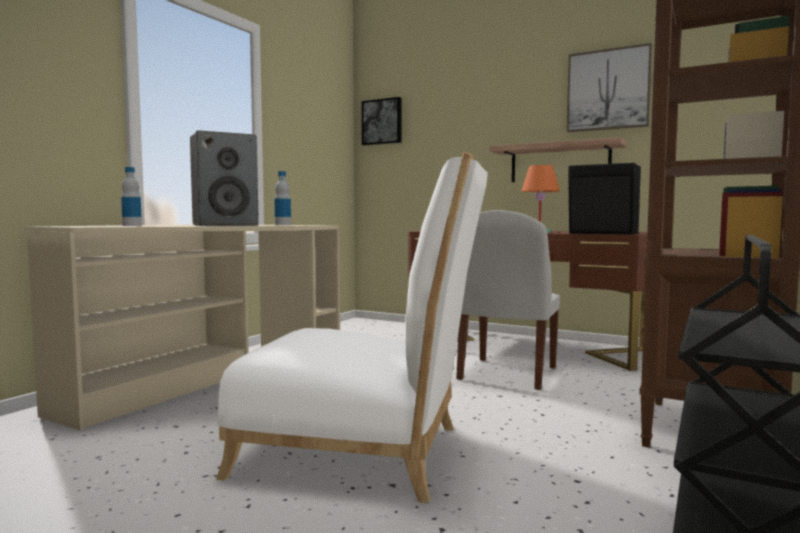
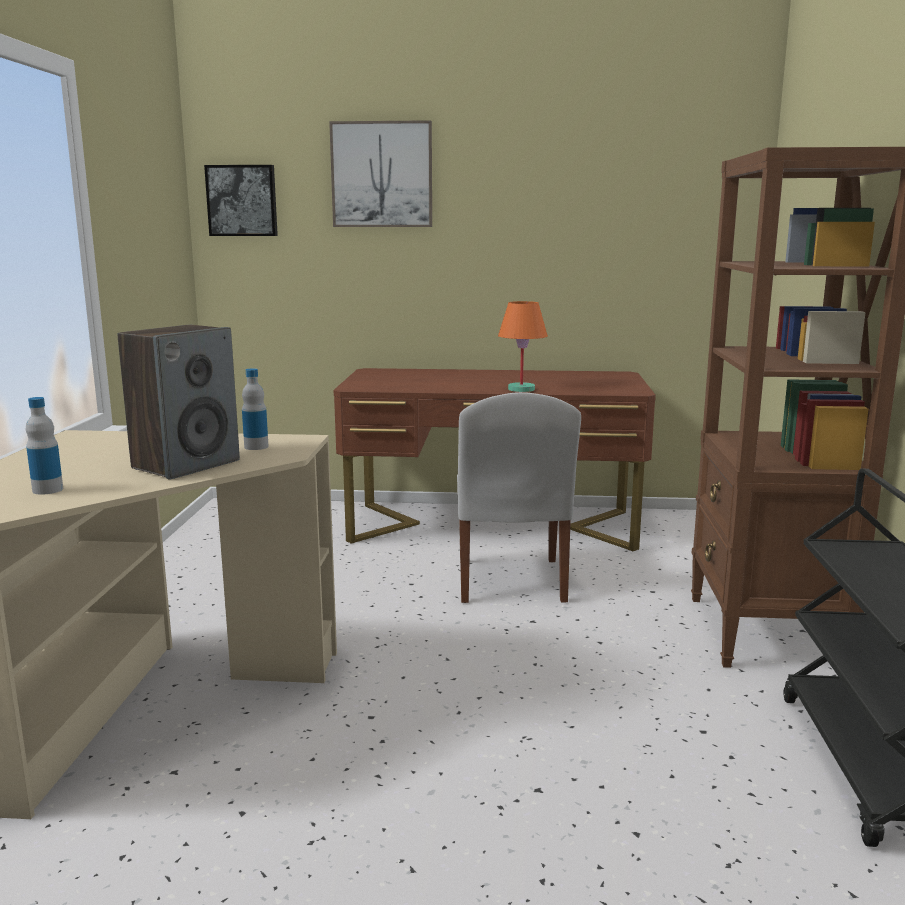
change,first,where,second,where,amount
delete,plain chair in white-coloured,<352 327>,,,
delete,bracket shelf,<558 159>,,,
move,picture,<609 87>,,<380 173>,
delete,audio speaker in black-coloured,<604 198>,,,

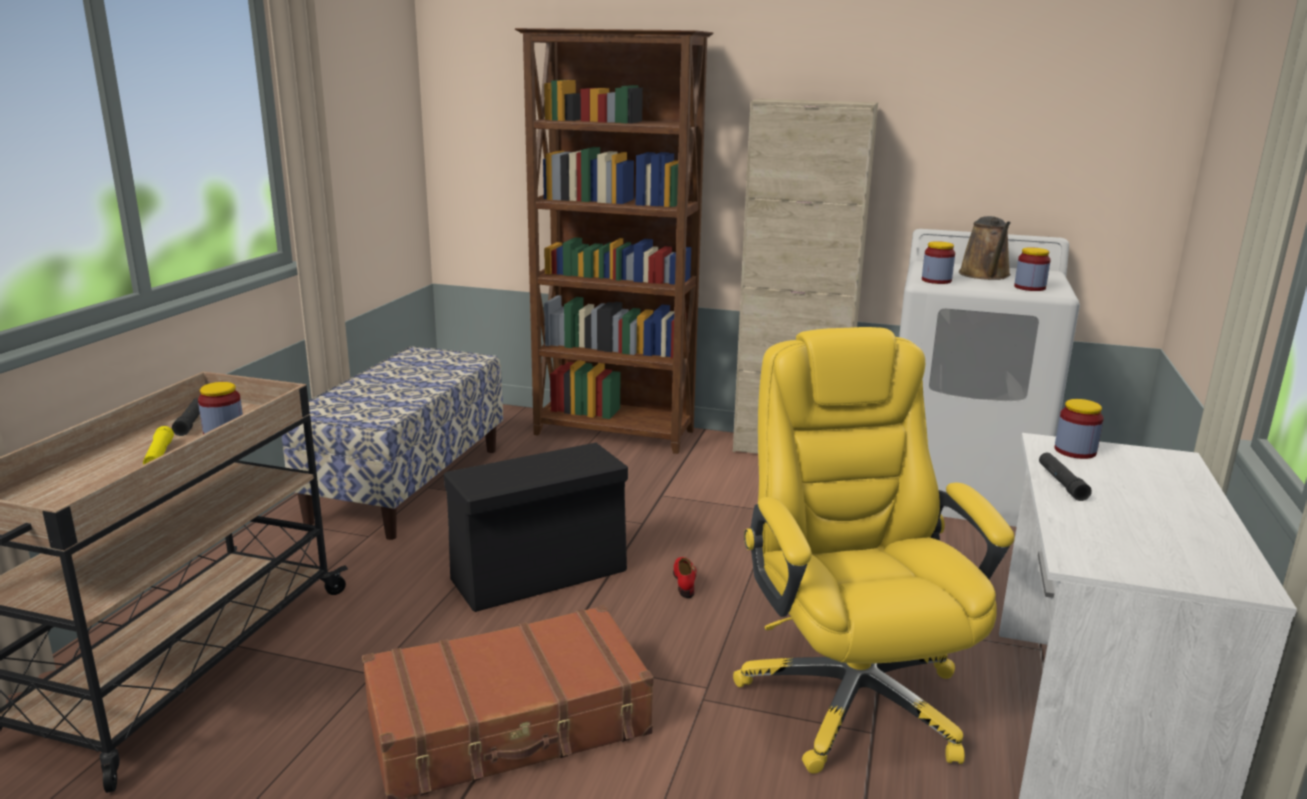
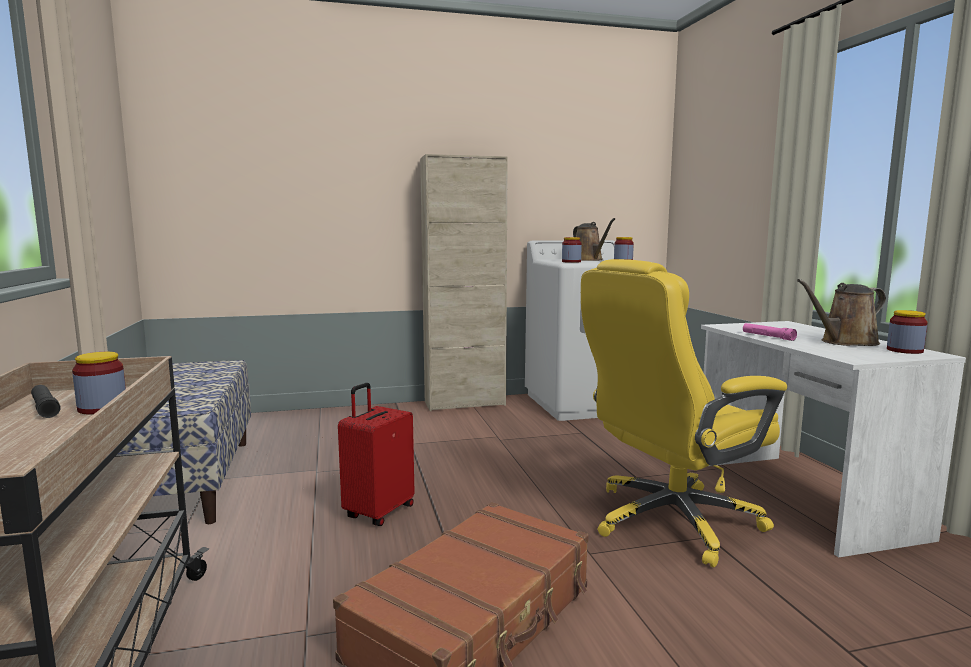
change,first,where,second,where,amount
delete,hand torch in yellow-coloured,<158 445>,,,
replace,storage container in black-coloured,<536 527>,travel case in red,<376 454>,
delete,bookshelf in brown,<614 241>,,,
delete,low shoe in red,<684 577>,,,
rotate,computer chair in yellow-coloured,<873 550>,,<684 413>,75 degrees counterclockwise
recolor,hand torch in black-coloured,<1065 477>,hand torch in pink-coloured,<770 332>,
move,jar,<1079 429>,,<907 332>,
insert,,,watering pot in brown,<841 312>,

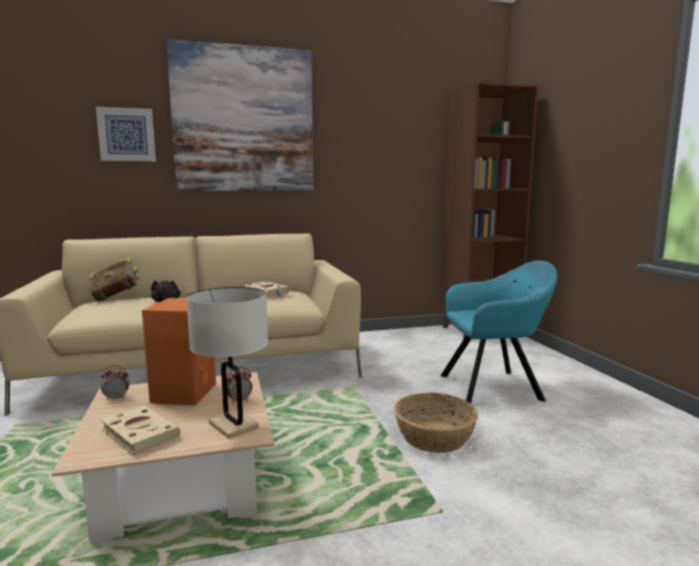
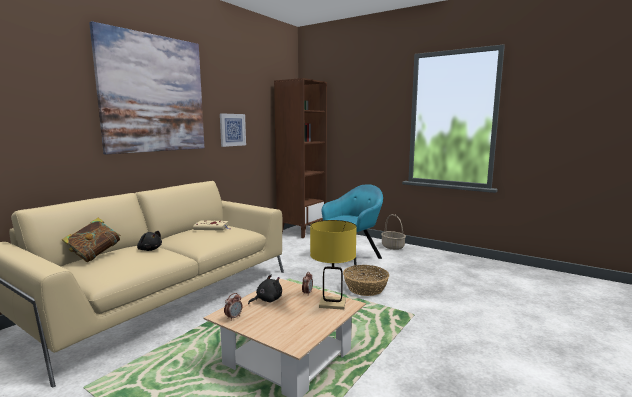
change,first,where,second,where,amount
move,picture,<126 134>,,<233 130>,
delete,volume in beige,<140 430>,,,
replace,audio speaker in orangey,<179 351>,plush toy in black-coloured,<265 289>,
recolor,lamp for a table in white-coloured,<227 363>,lamp for a table in yellow-coloured,<333 265>,
insert,,,basket,<393 232>,

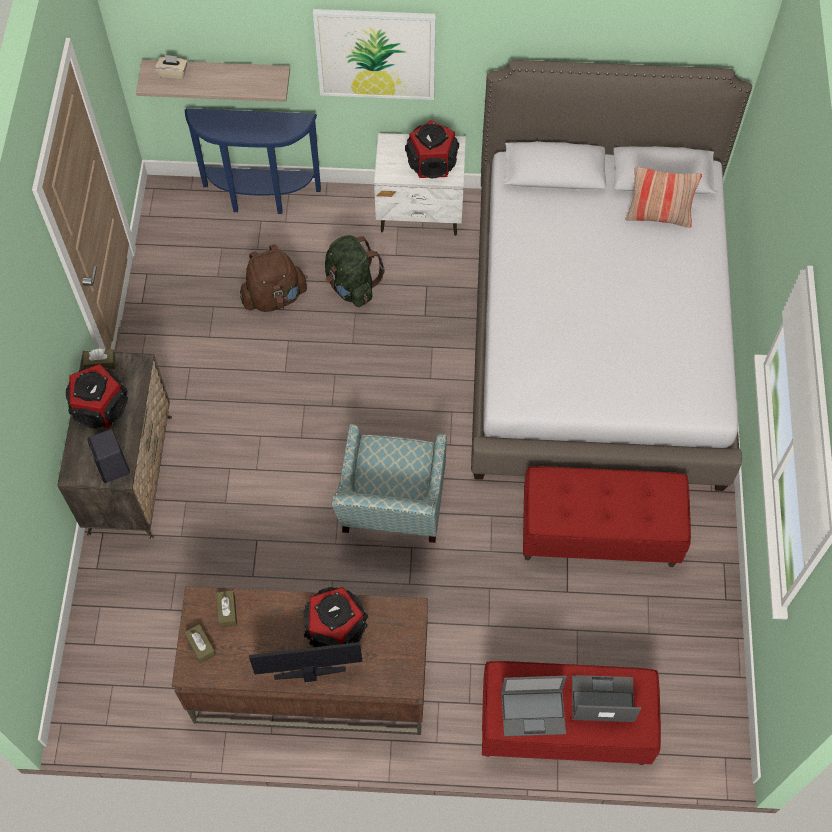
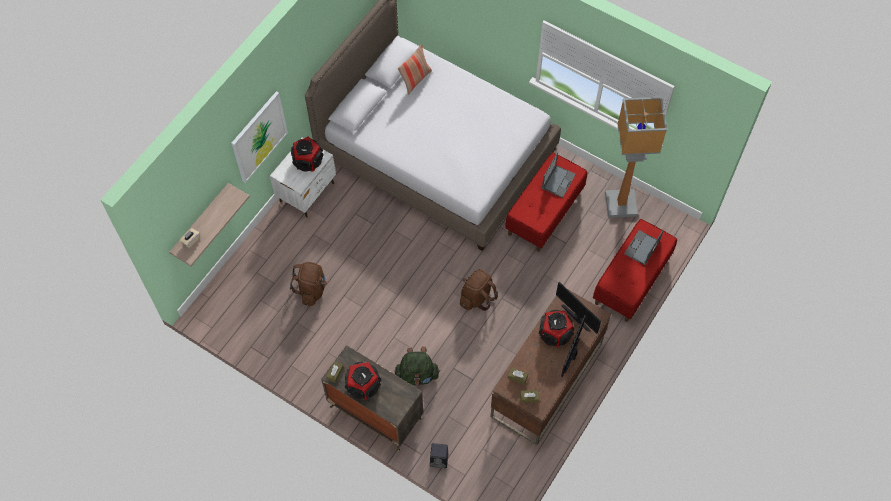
change,first,where,second,where,amount
move,audio speaker in black-coloured,<108 456>,,<439 455>,
delete,narrow table in bluish,<253 161>,,,
move,backpack in green-coloured,<355 271>,,<417 366>,
replace,lounge chair,<389 483>,backpack in brown,<479 290>,
move,laptop,<534 706>,,<559 175>,
insert,,,monitor,<578 308>,
insert,,,standard lamp,<636 157>,

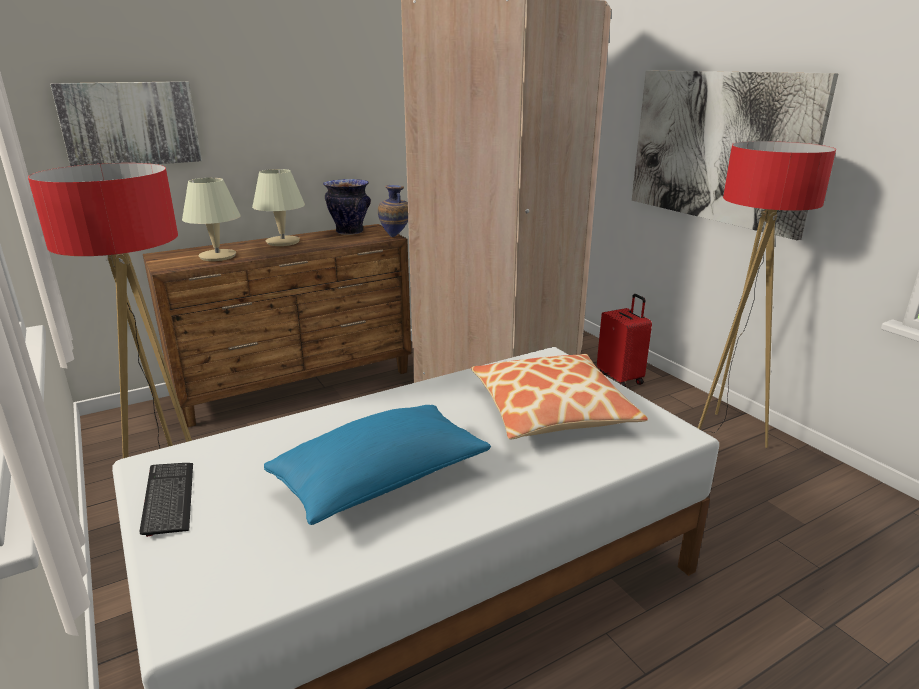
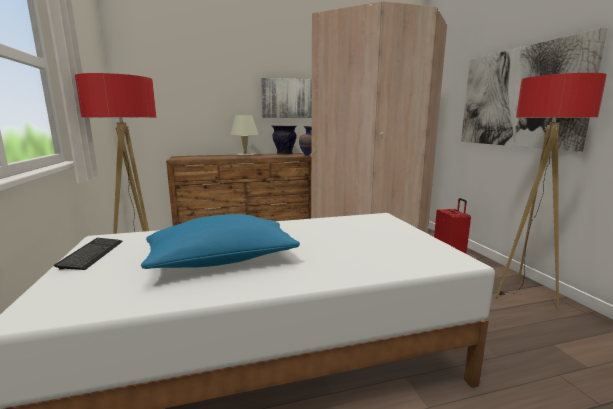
change,first,where,second,where,amount
move,picture,<126 123>,,<286 98>,
delete,lamp for a table in beige,<211 219>,,,
delete,pillow,<559 396>,,,

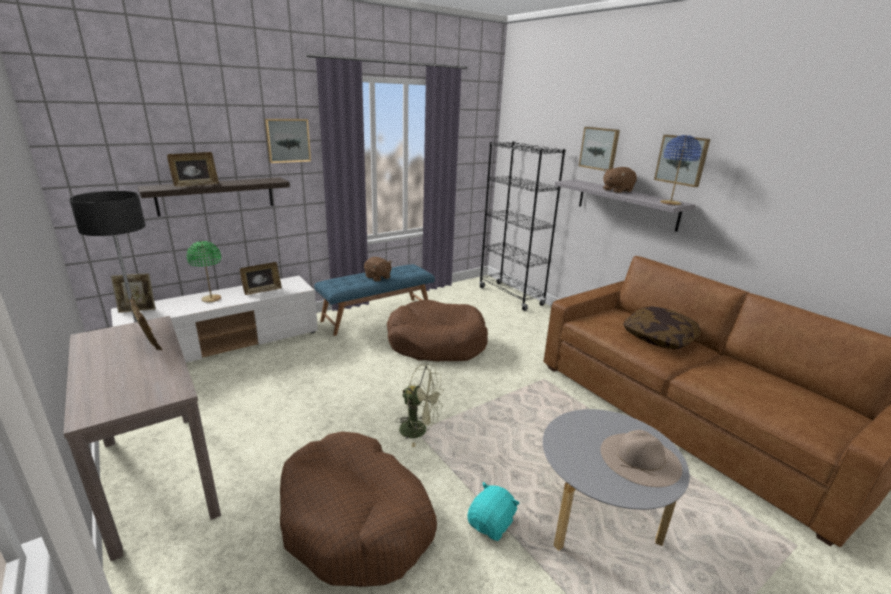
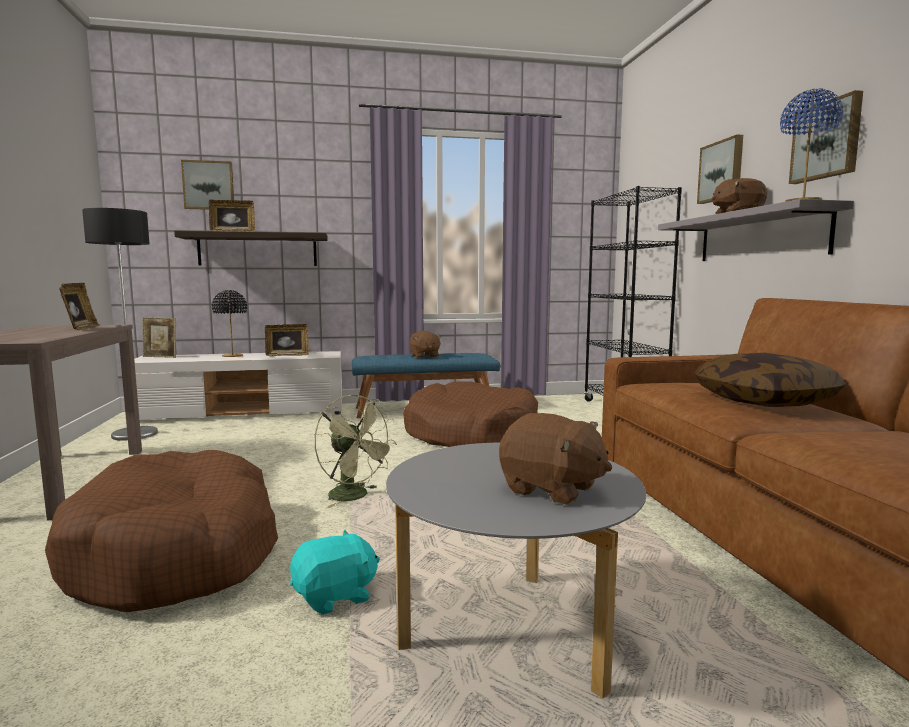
change,first,where,second,where,amount
recolor,lamp for a table in green-coloured,<204 271>,lamp for a table in black-coloured,<229 323>,
move,picture,<288 141>,,<207 185>,
replace,hat in beige,<641 458>,plush toy in brown,<555 459>,

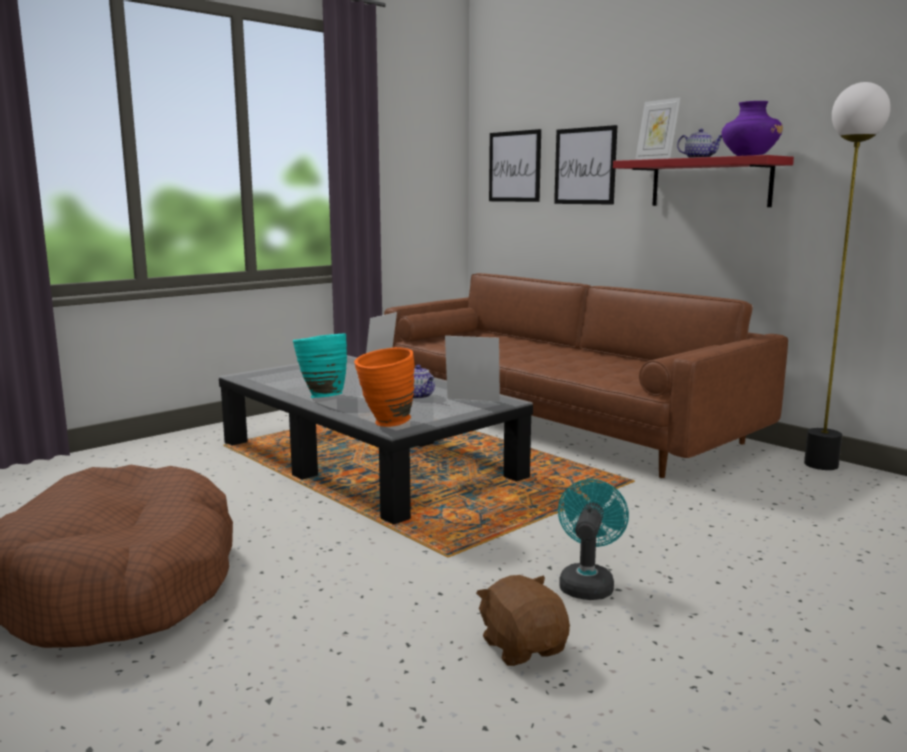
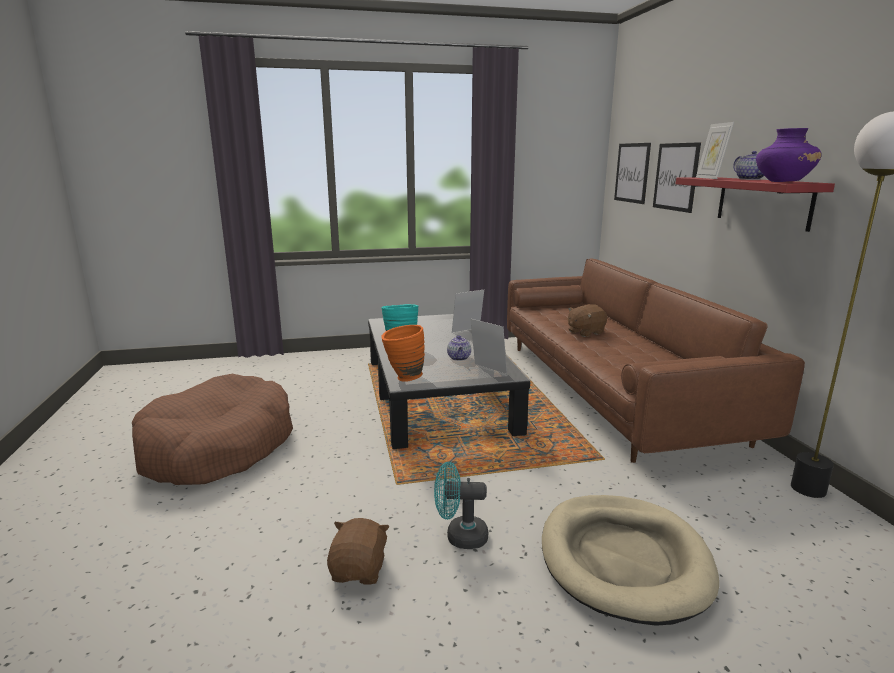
change,first,where,second,where,amount
rotate,cooling fan in turquoise,<593 539>,,<461 505>,135 degrees counterclockwise
insert,,,dog cushion in beige,<630 560>,
insert,,,plush toy in brown,<587 320>,

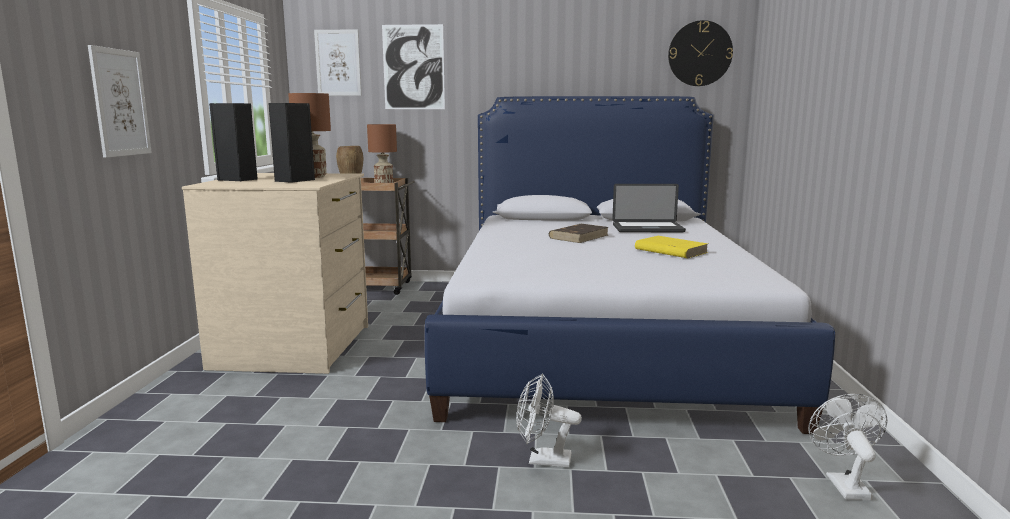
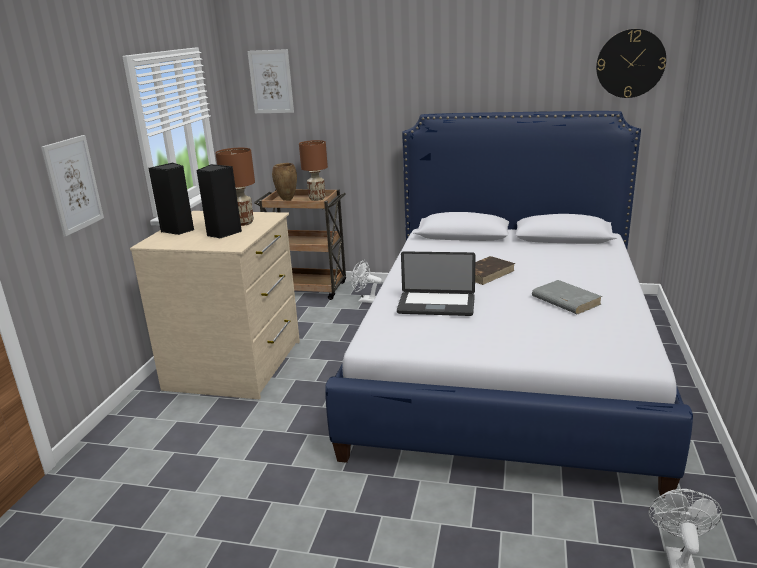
change,first,where,second,where,amount
delete,picture,<413 66>,,,
move,cooling fan in white-coloured,<549 420>,,<366 281>,
move,laptop,<649 208>,,<436 283>,
recolor,volume in yellow-coloured,<671 247>,volume in gray,<567 297>,

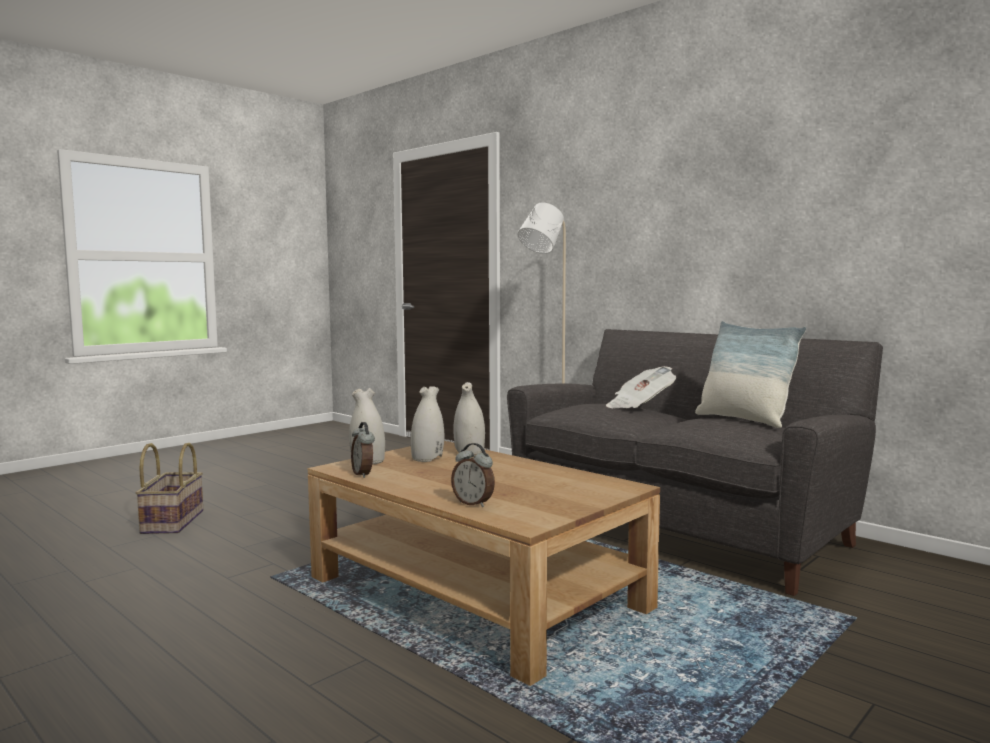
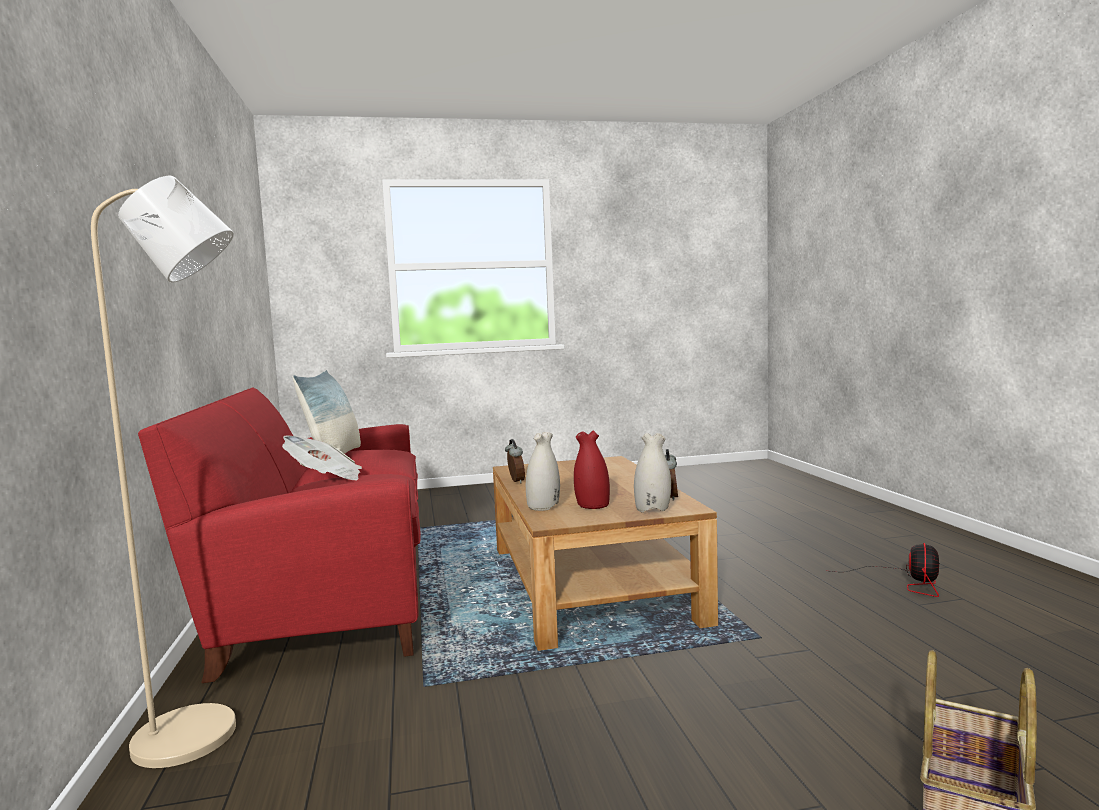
change,first,where,second,where,amount
recolor,decorative vase in white-coloured,<427 424>,decorative vase in red,<592 470>,
move,table clock,<473 475>,,<515 461>,
recolor,sofa in gray,<695 462>,sofa in red,<279 535>,
insert,,,cooling fan,<885 570>,

